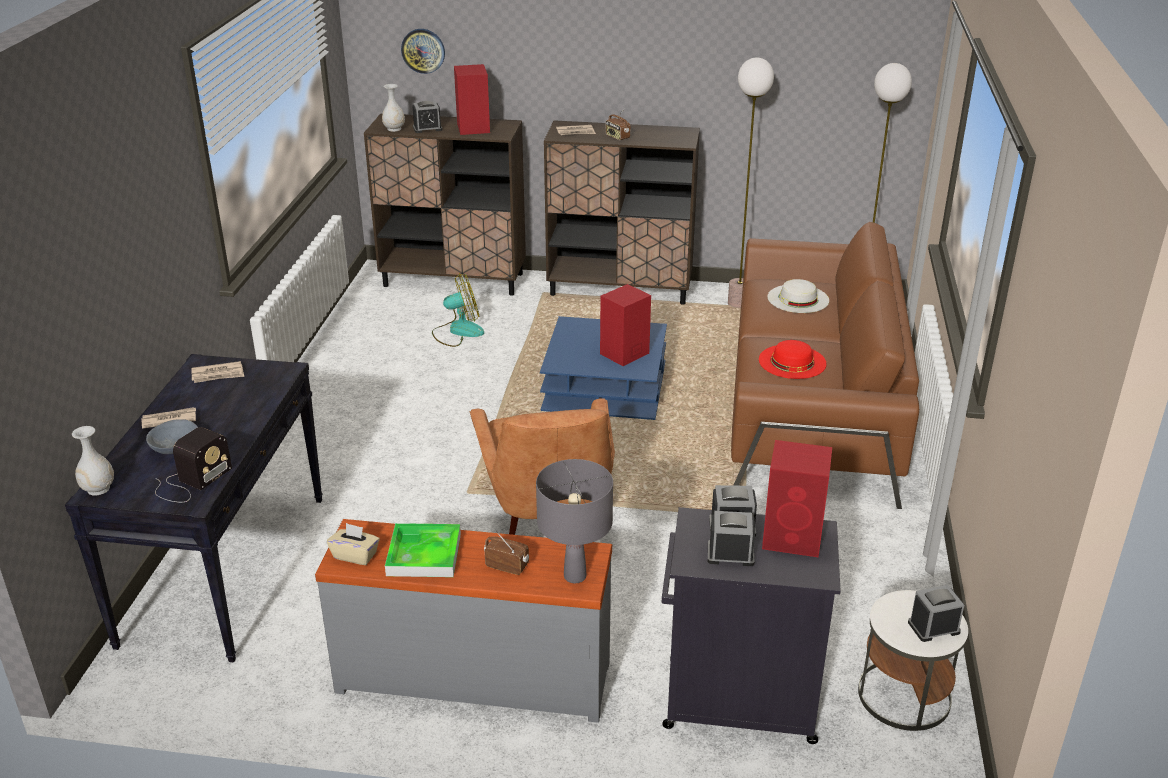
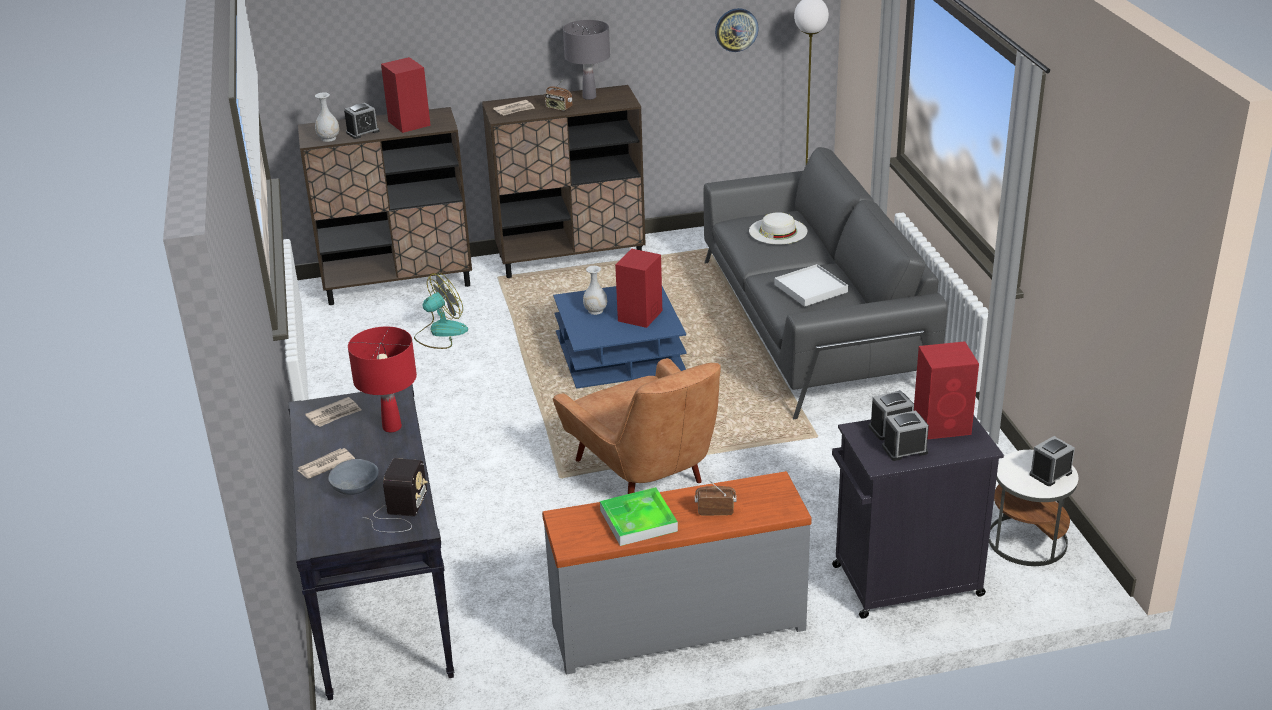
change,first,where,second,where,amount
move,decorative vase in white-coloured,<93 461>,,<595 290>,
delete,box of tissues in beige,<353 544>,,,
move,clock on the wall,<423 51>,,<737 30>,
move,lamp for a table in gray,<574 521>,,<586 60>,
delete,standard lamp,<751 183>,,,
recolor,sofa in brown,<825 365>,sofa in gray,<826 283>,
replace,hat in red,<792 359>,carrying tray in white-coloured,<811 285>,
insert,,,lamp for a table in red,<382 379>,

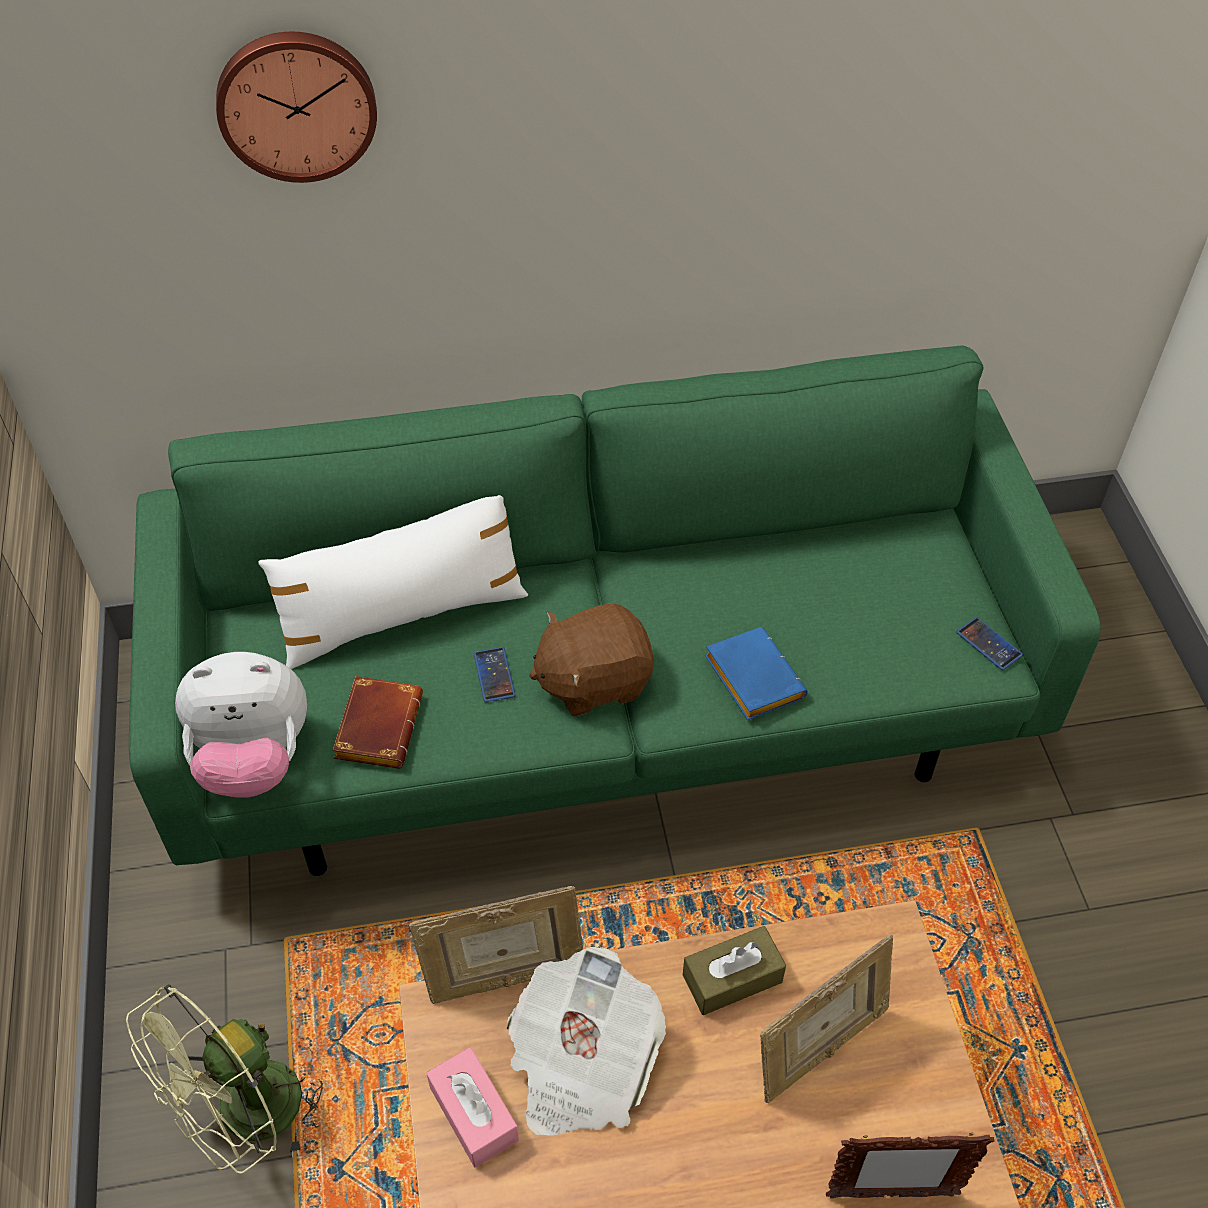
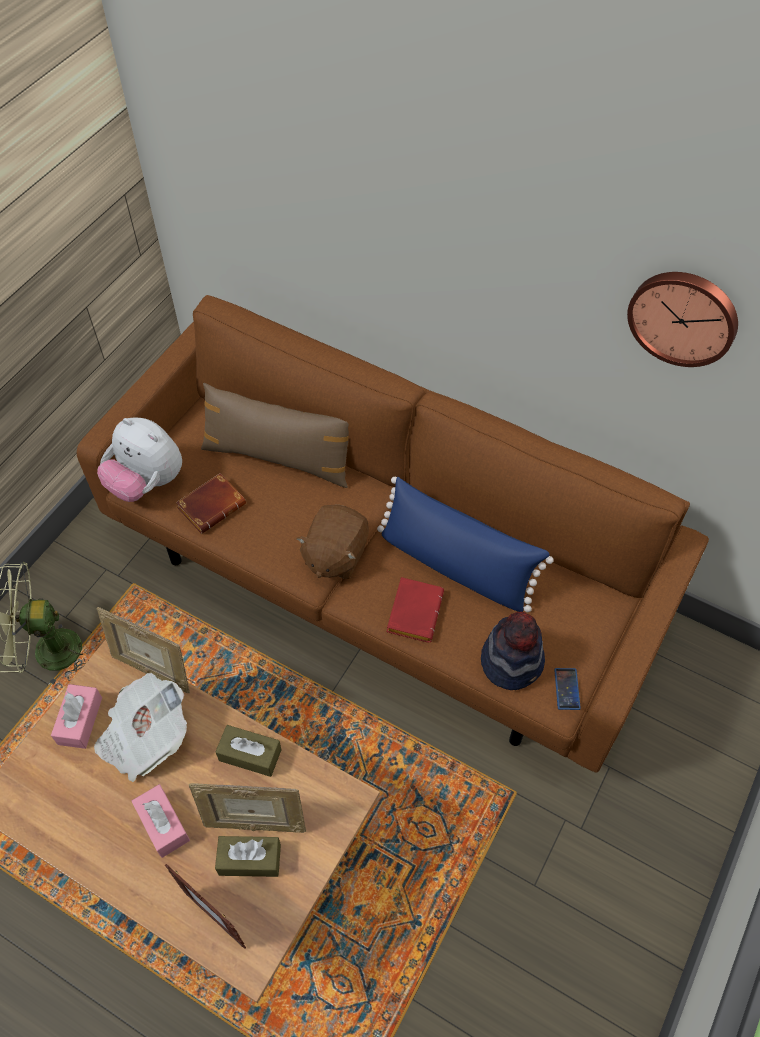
change,first,where,second,where,amount
recolor,sofa in green-coloured,<615 611>,sofa in brown,<393 534>,
move,clock on the wall,<296 107>,,<682 319>,
recolor,pillow in white-coloured,<393 582>,pillow in brown,<275 435>,
delete,phone,<495 674>,,,
rotate,plush toy in brown,<591 660>,,<332 541>,90 degrees counterclockwise
recolor,volume in bluish,<756 673>,volume in red,<415 610>,
insert,,,box of tissues in pink-coloured,<160 821>,
insert,,,box of tissues in brown,<248 856>,
insert,,,pillow in bluish,<465 544>,
insert,,,hat,<513 651>,

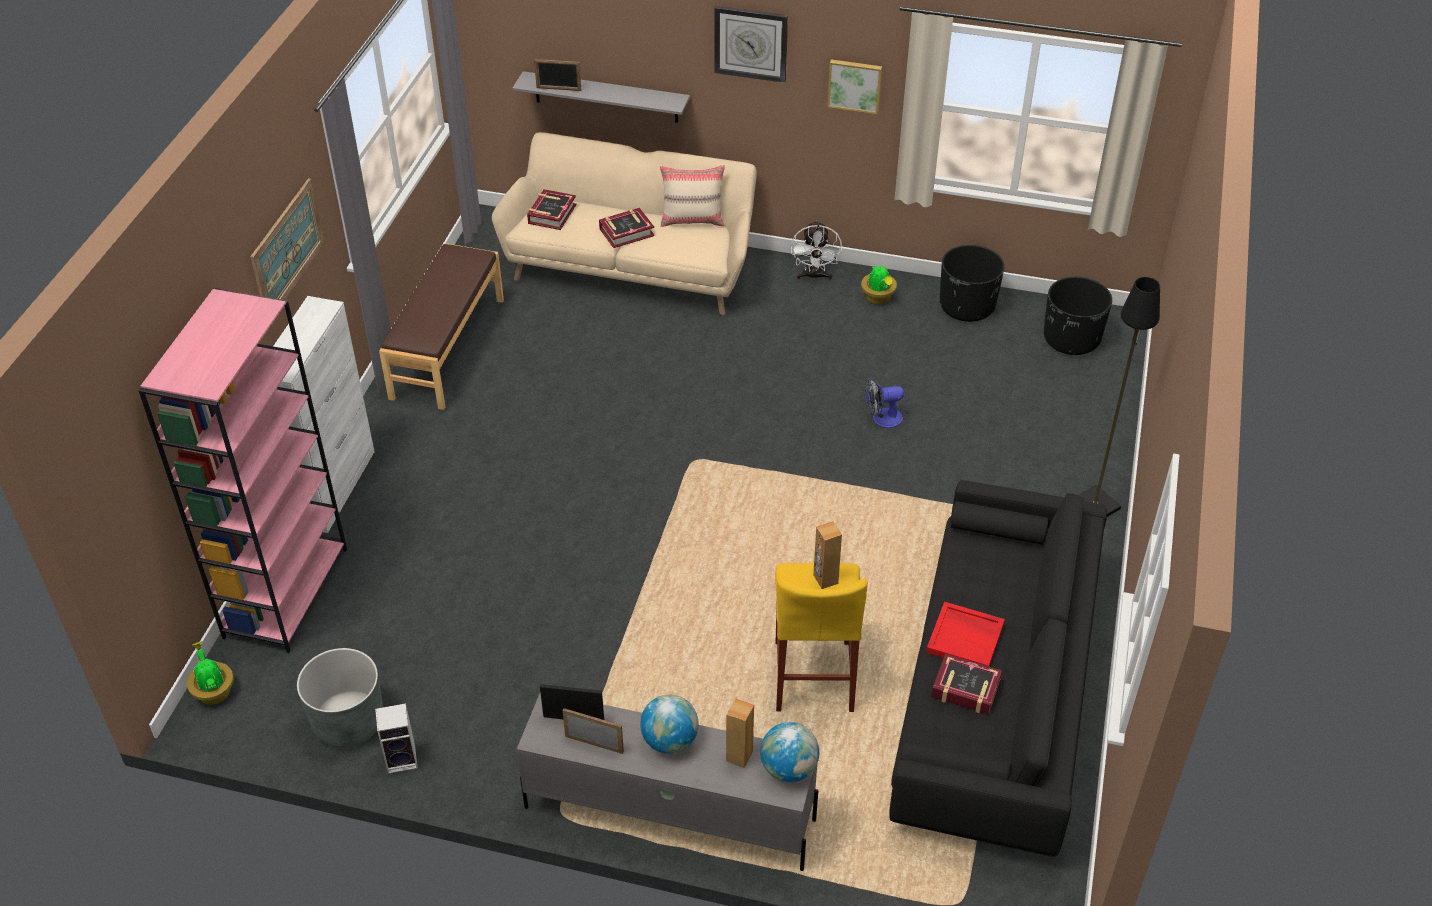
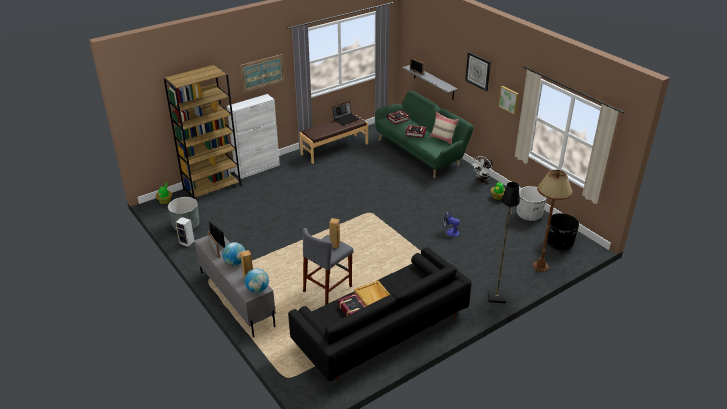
change,first,where,second,where,amount
recolor,bookshelf in pink-coloured,<242 470>,bookshelf in brown,<202 132>,
recolor,sofa in beige,<624 224>,sofa in green-coloured,<424 134>,
recolor,sitting stool in yellow-coloured,<821 637>,sitting stool in gray,<328 266>,
recolor,carrying tray in red,<965 634>,carrying tray in beige,<372 293>,
recolor,flower pot in black-coloured,<972 283>,flower pot in white-coloured,<532 203>,
insert,,,laptop,<345 113>,
insert,,,standard lamp in brown,<553 221>,

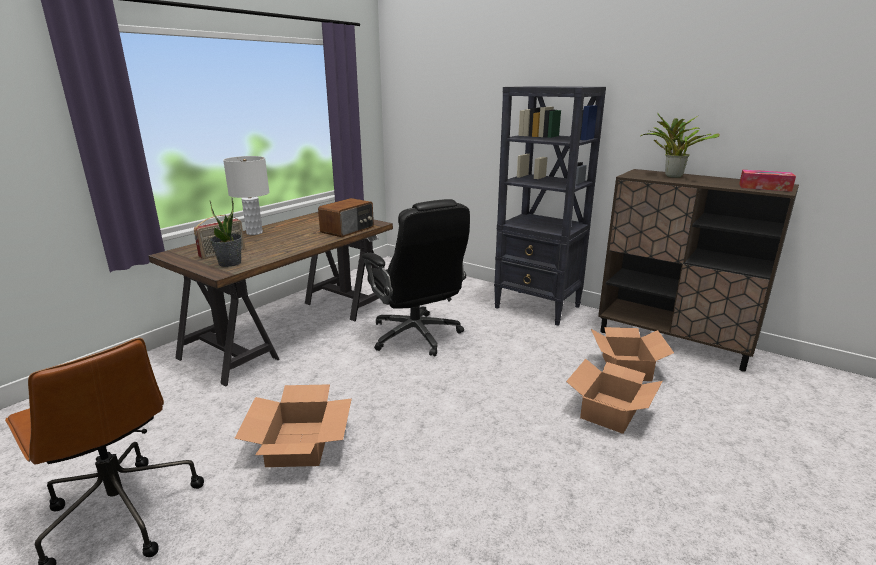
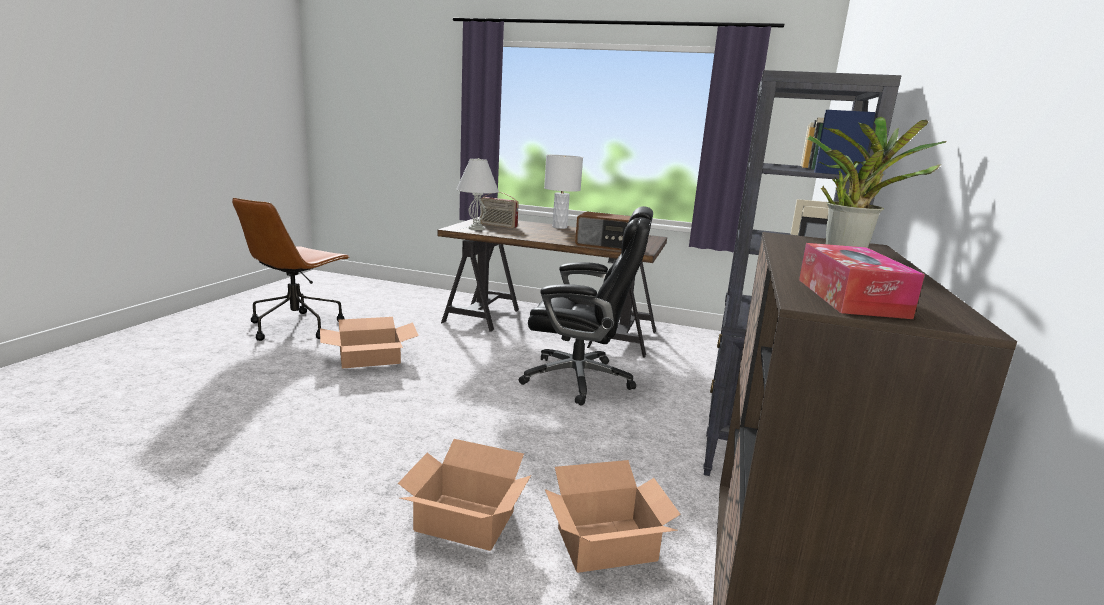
change,first,where,second,where,amount
replace,houseplant,<226 232>,lamp for a table in white-coloured,<477 194>,
rotate,computer chair in black-coloured,<416 277>,,<586 306>,120 degrees counterclockwise

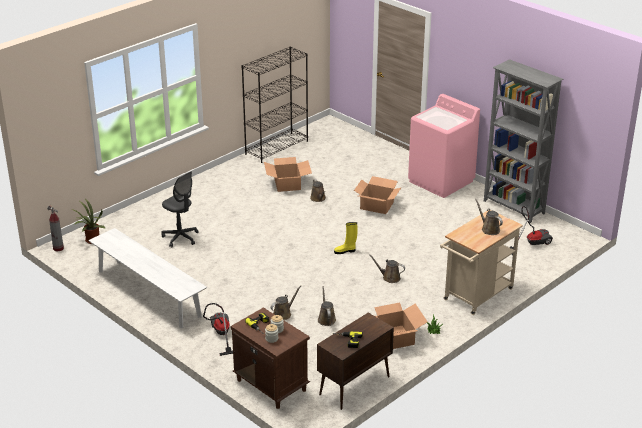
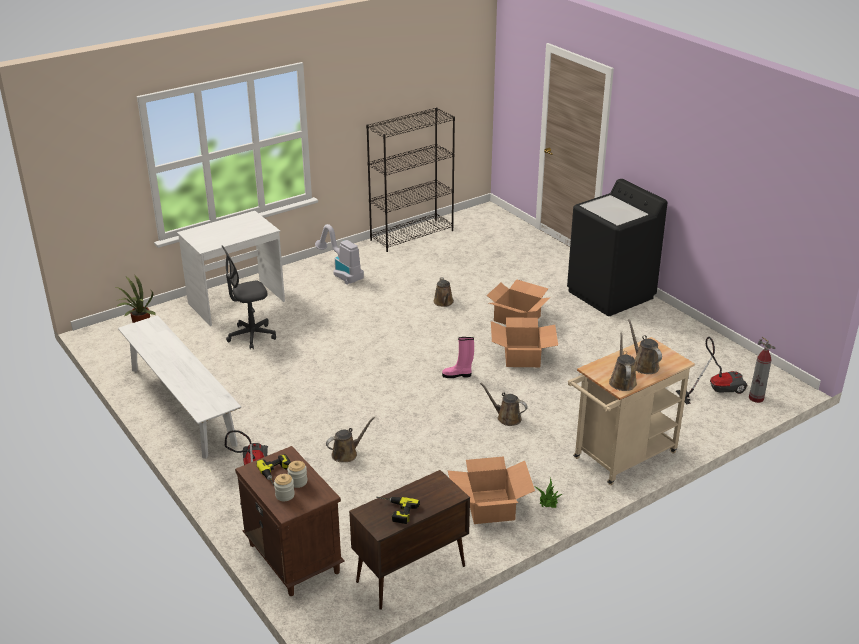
change,first,where,second,where,amount
move,extinguisher,<55 228>,,<762 370>,
rotate,computer chair in gray,<180 209>,,<249 298>,105 degrees clockwise
move,carton,<288 174>,,<524 342>,
move,watering pot in brown,<327 306>,,<623 362>,
recolor,tall boot in yellow-coloured,<346 238>,tall boot in pink-coloured,<458 357>,
recolor,laundry appliance in pink-coloured,<444 146>,laundry appliance in black-coloured,<617 247>,
delete,bookshelf in gray,<523 141>,,,
insert,,,desk in white-coloured,<231 268>,
insert,,,vacuum,<339 254>,

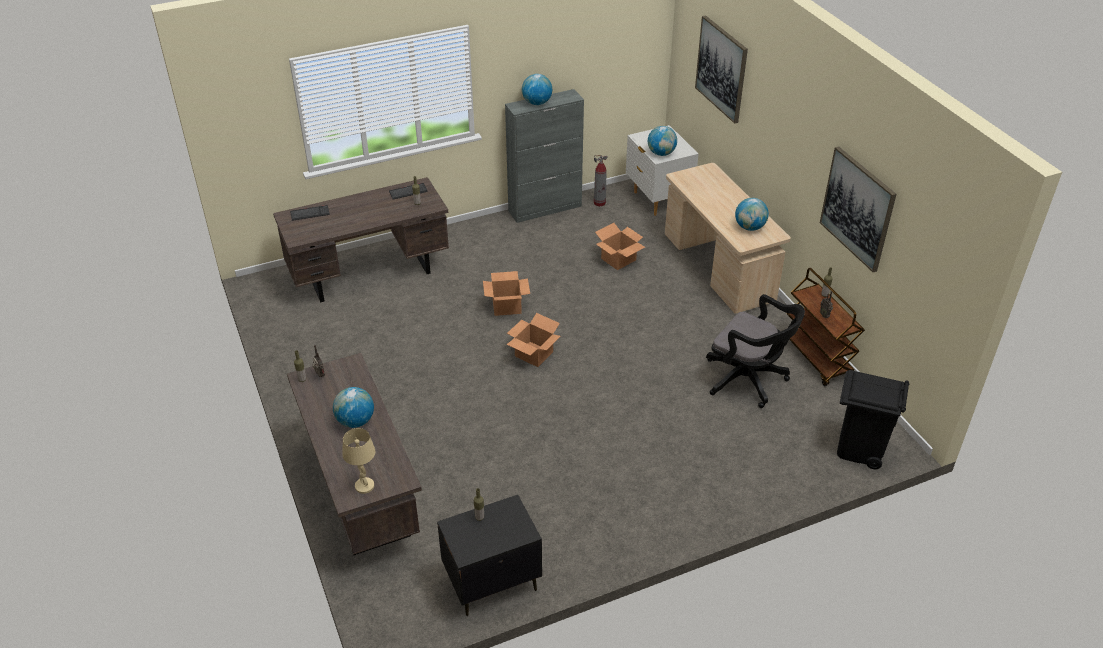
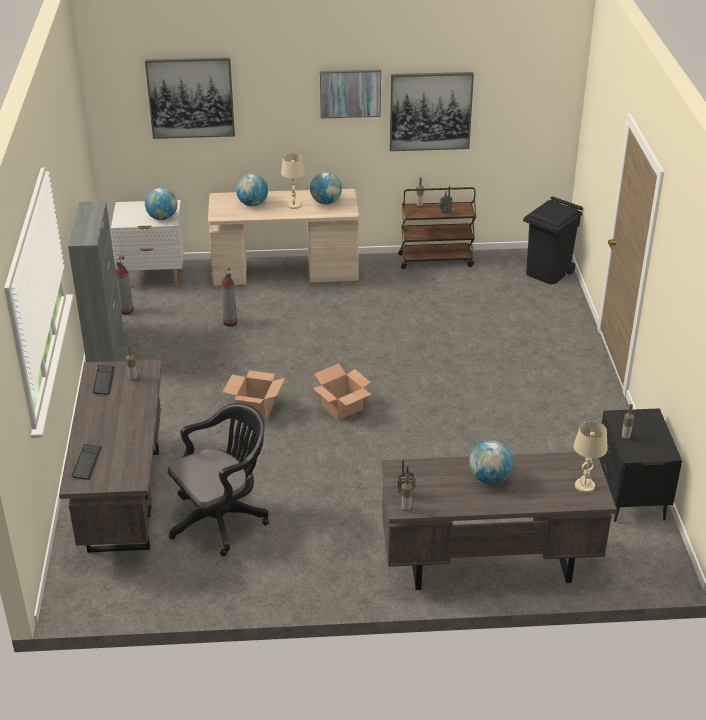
change,first,where,second,where,amount
move,desk globe,<537 89>,,<252 190>,
replace,carton,<620 246>,extinguisher,<229 296>,
move,computer chair in black-coloured,<755 351>,,<218 479>,
insert,,,lamp for a table in beige,<293 181>,
insert,,,picture,<350 94>,

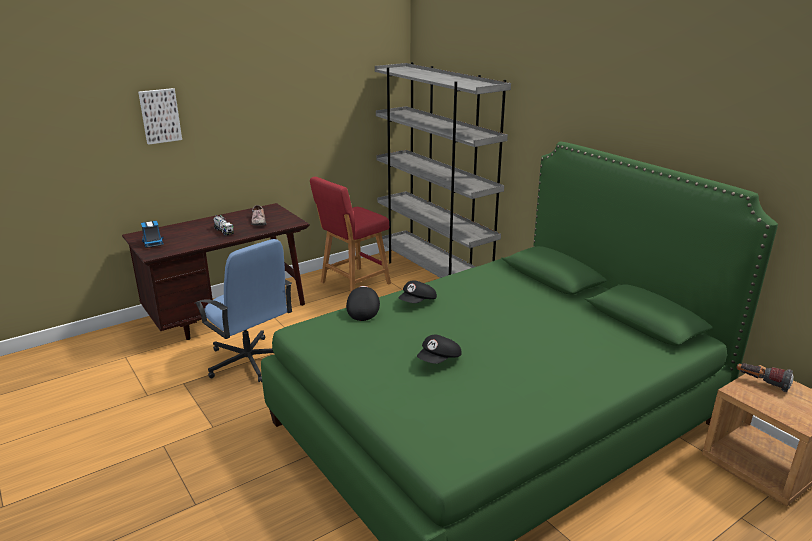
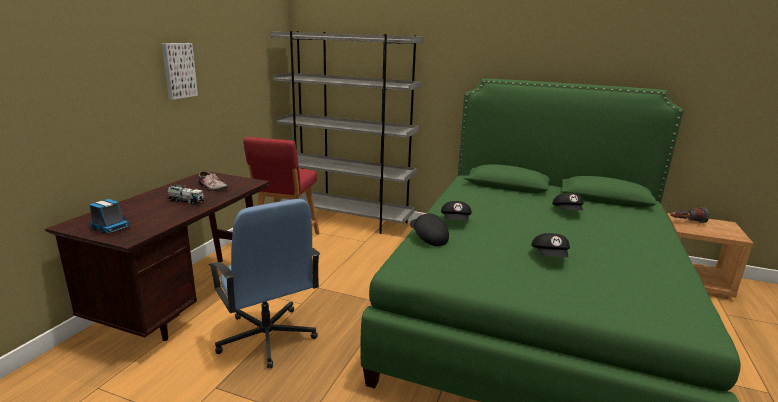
change,first,where,second,where,amount
move,picture,<160 116>,,<180 71>,
rotate,computer chair in bluish,<243 311>,,<264 283>,45 degrees clockwise
insert,,,baseball cap in black-coloured,<567 201>,

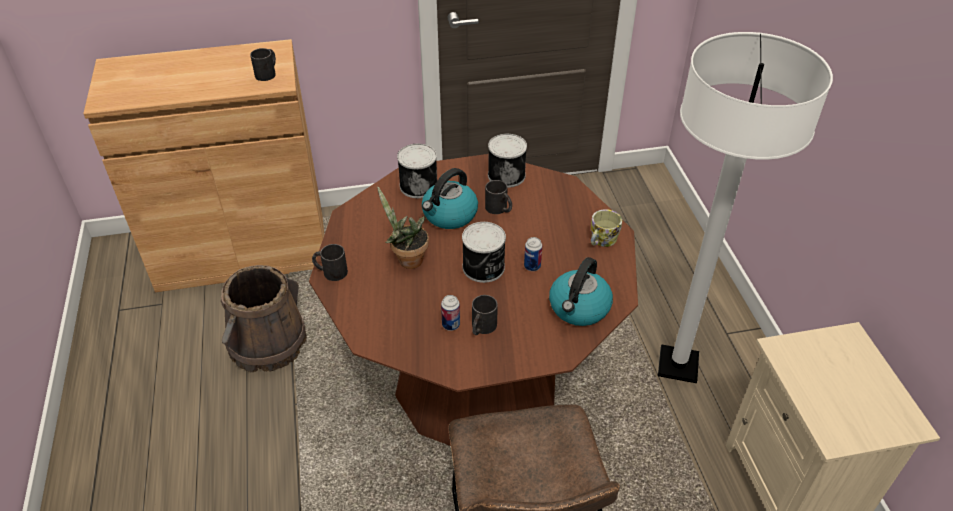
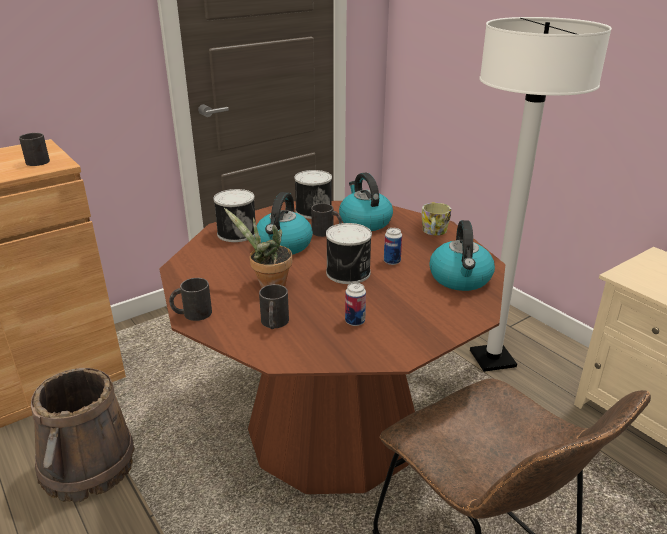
change,first,where,second,where,amount
move,tea mug in black-coloured,<485 315>,,<274 306>,
insert,,,water kettle,<366 201>,

